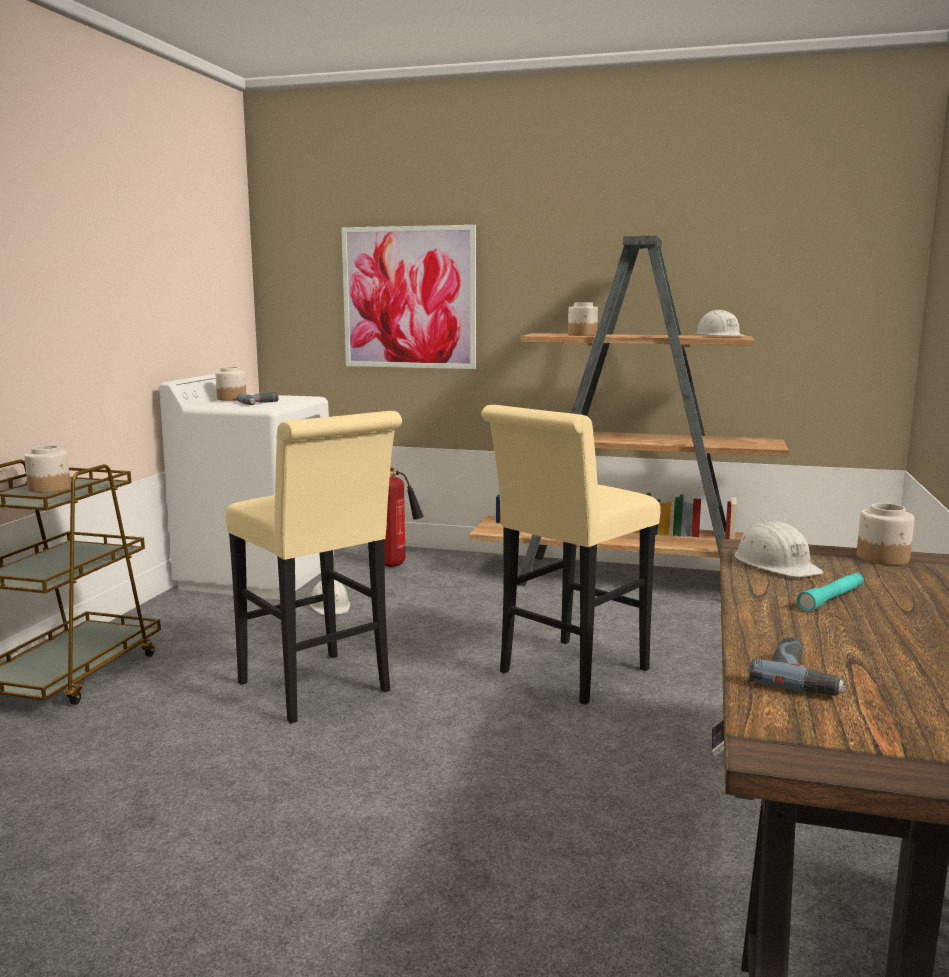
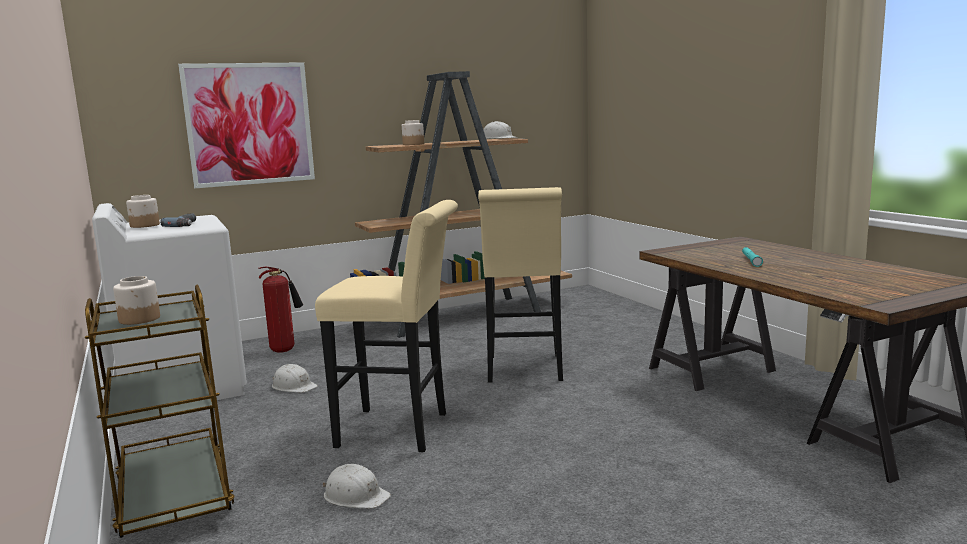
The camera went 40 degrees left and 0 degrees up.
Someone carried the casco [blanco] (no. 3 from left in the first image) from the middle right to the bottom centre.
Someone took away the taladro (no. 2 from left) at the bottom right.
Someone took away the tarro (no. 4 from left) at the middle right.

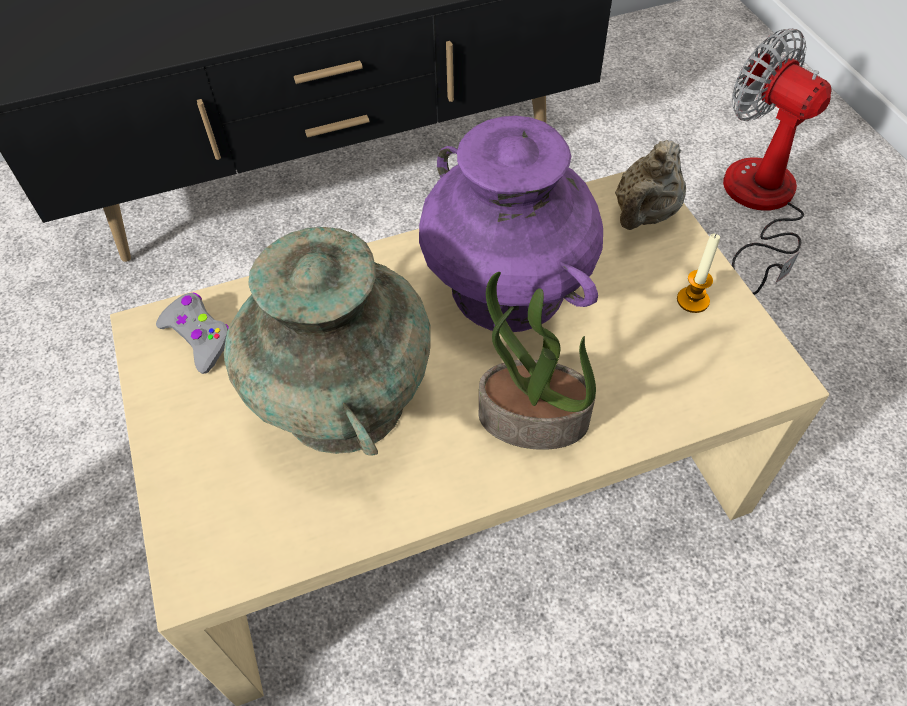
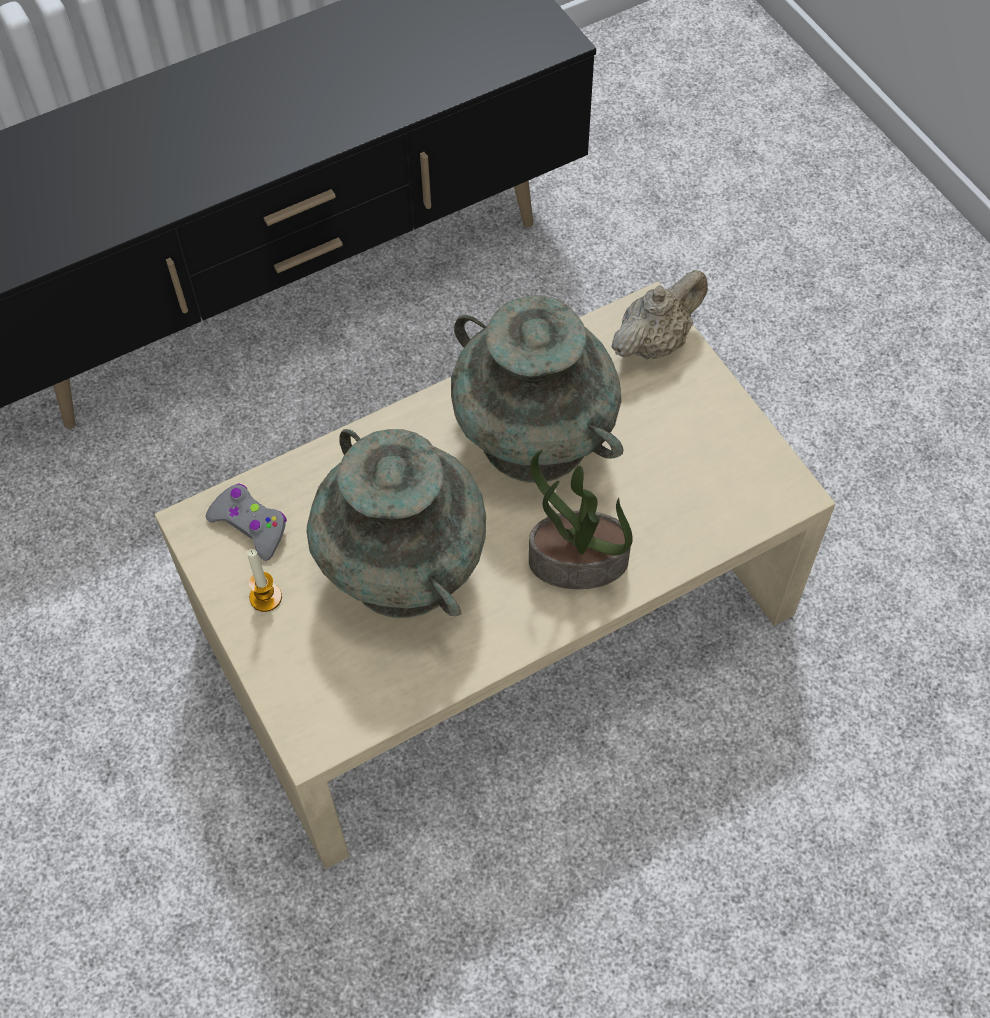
The camera went 10 degrees left and 5 degrees up.
Someone carried the vela from the middle right to the middle left.
Someone repainted the florero [morado] at the top centre, which became the florero [turquesa] (no. 2 from left) at the centre.
Someone rotated the tetera [beis] at the top right by 150 degrees counterclockwise.
Someone took away the ventilador at the top right.

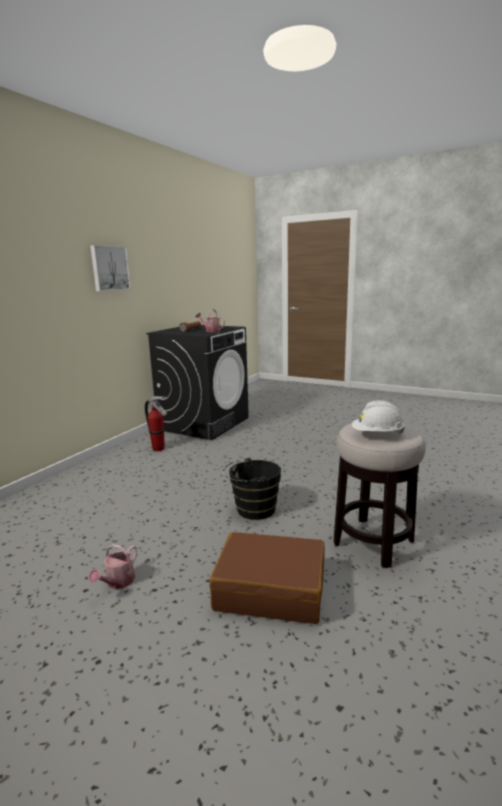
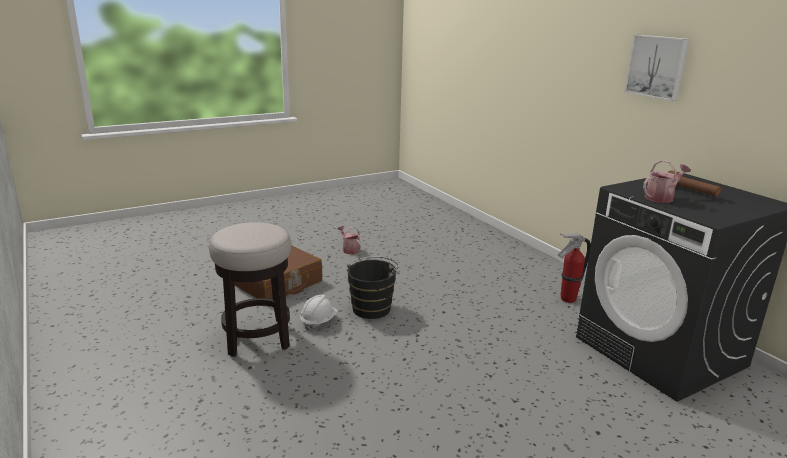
The camera went 120 degrees right and 5 degrees up.
Someone carried the casco [blanco] from the middle right to the bottom centre.

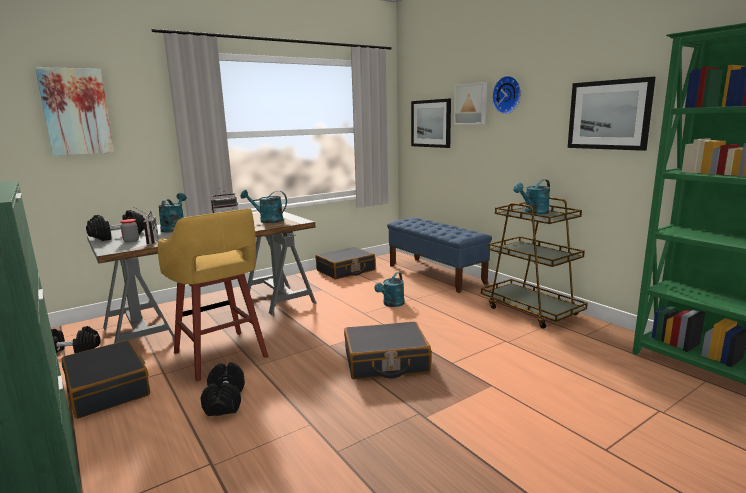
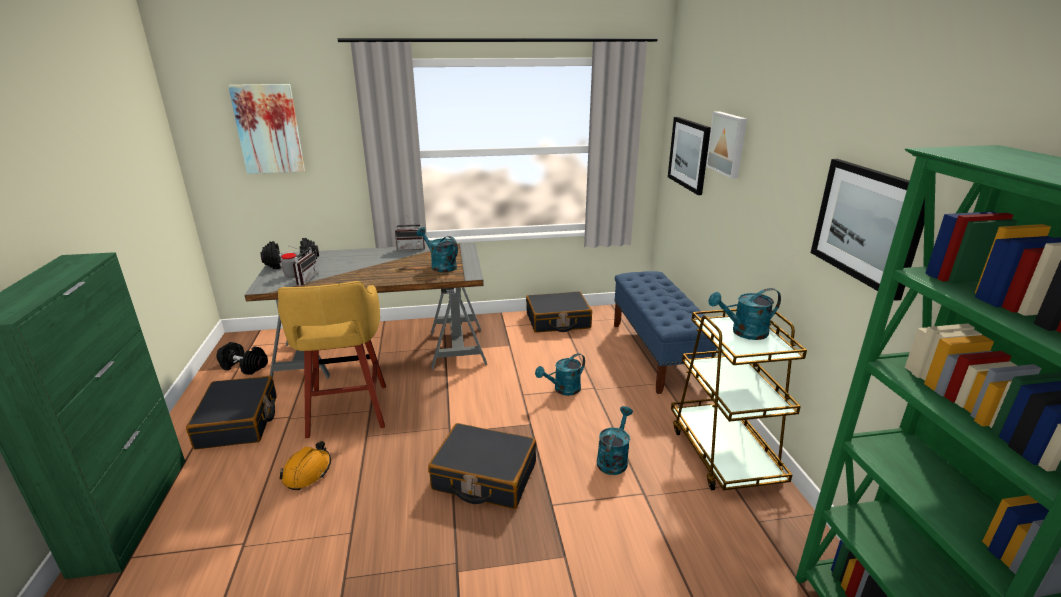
The camera went 25 degrees right and 10 degrees up.
Someone swapped the mancuerna [negro] (no. 3 from left) at the bottom left for the casco [naranja] at the bottom left.
Someone carried the regadera [turquesa] (no. 1 from left in the first image) from the middle left to the bottom centre.
Someone took away the reloj de pared at the top right.

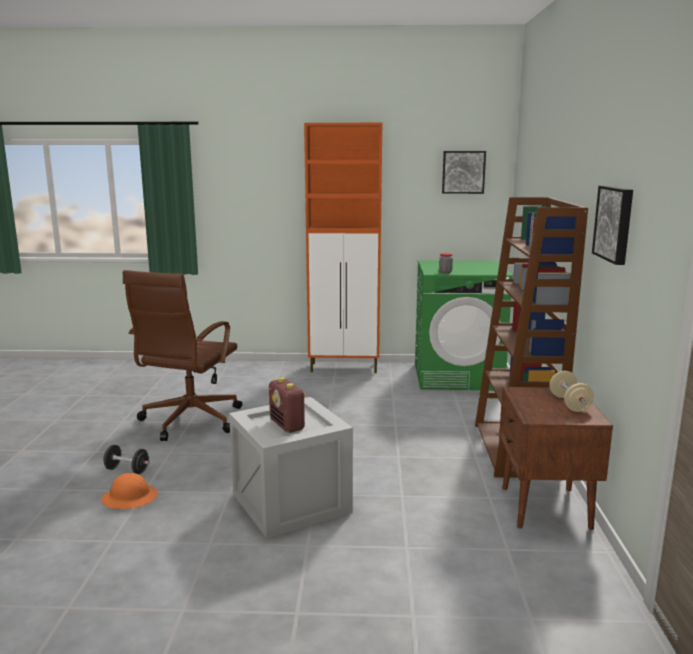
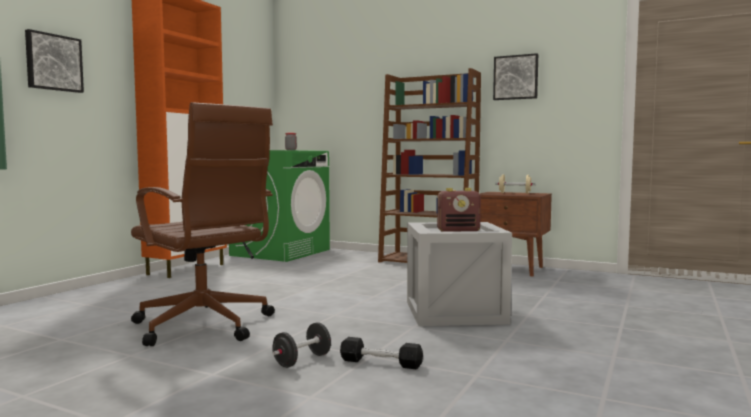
The camera went 65 degrees left and 10 degrees down.
Someone carried the cuadro (no. 1 from left) from the top right to the top left.
Someone swapped the casco [naranja] at the bottom left for the mancuerna [negro] (no. 2 from left) at the bottom centre.

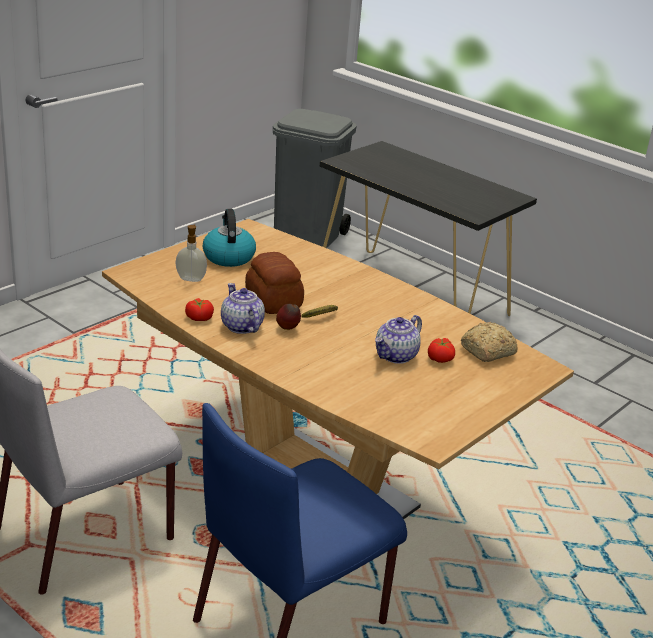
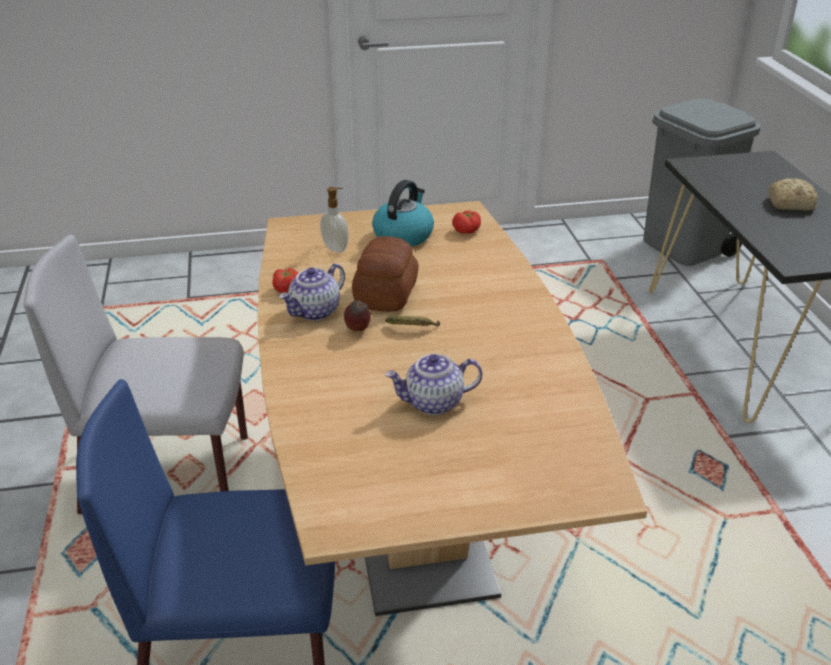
The camera went 40 degrees right and 5 degrees up.
Someone rotated the tetera (no. 1 from left) at the centre by 150 degrees counterclockwise.
Someone carried the tomate (no. 2 from left) from the middle right to the centre.
Someone carried the pan (no. 2 from left) from the middle right to the top right.

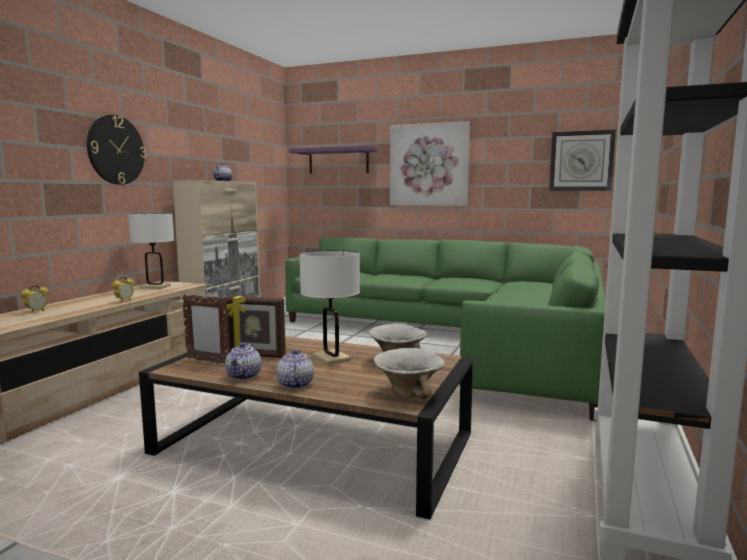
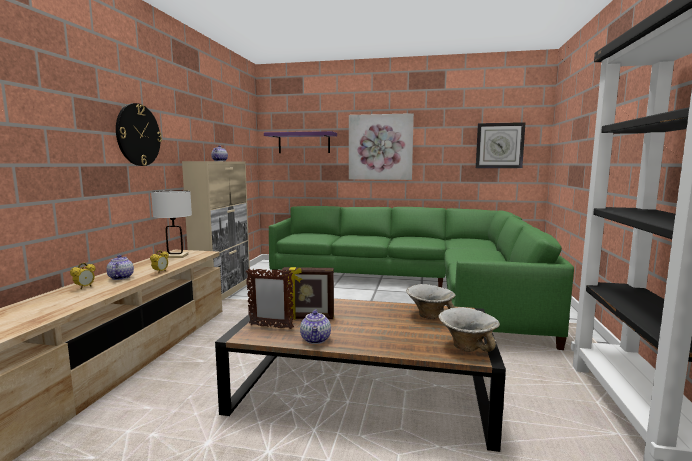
The camera went 10 degrees left and 0 degrees up.
Someone carried the tetera (no. 3 from left in the first image) from the centre to the middle left.
Someone took away the lámpara de mesa [blanco] (no. 2 from left) at the centre.

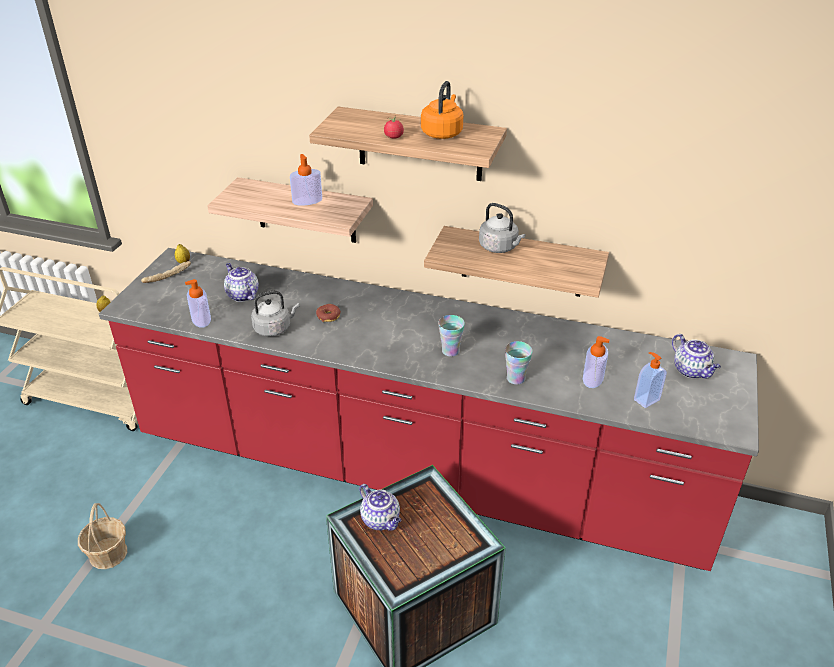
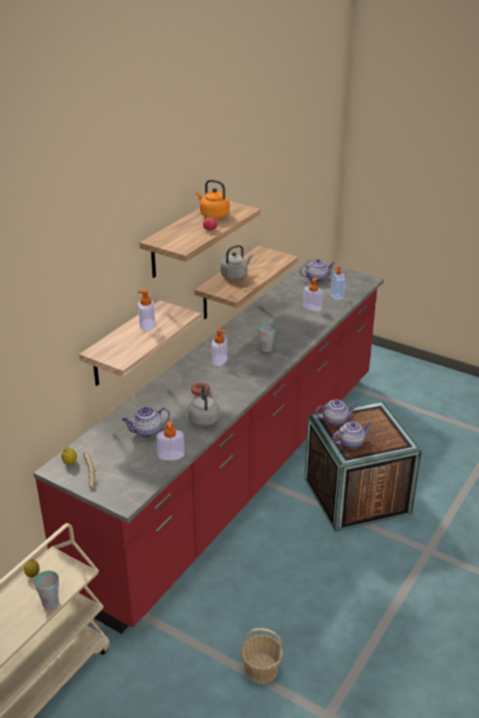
The camera went 75 degrees left and 5 degrees down.
Someone carried the taza (no. 2 from left in the first image) from the centre to the bottom left.
Someone put down the dispensador de jabón (no. 3 from left) at the centre.
Someone put down the tetera (no. 3 from left) at the middle right.

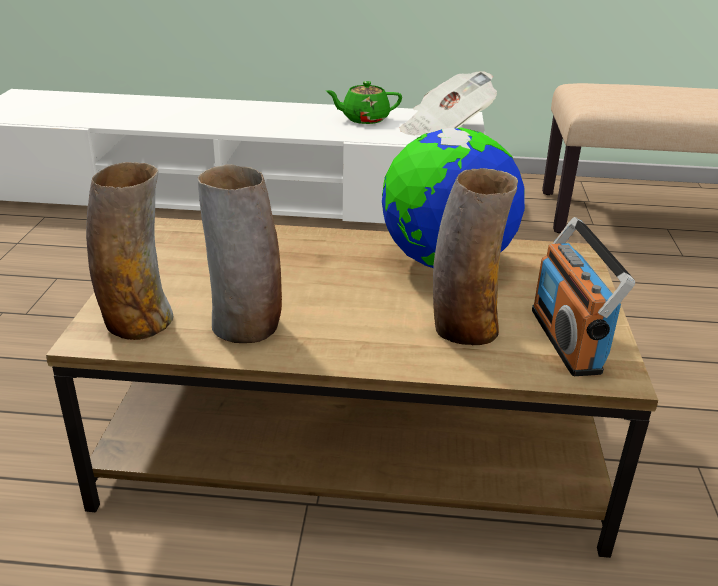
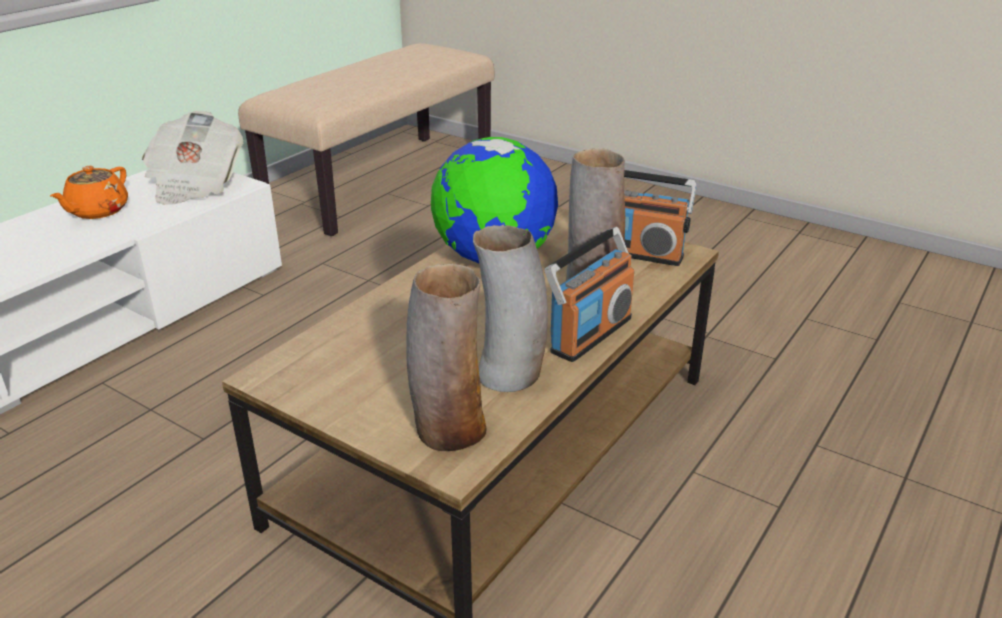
The camera went 60 degrees left and 0 degrees up.
Someone repainted the tetera [verde] at the top centre, which became the tetera [naranja] at the top left.
Someone put down the radio (no. 1 from left) at the centre.

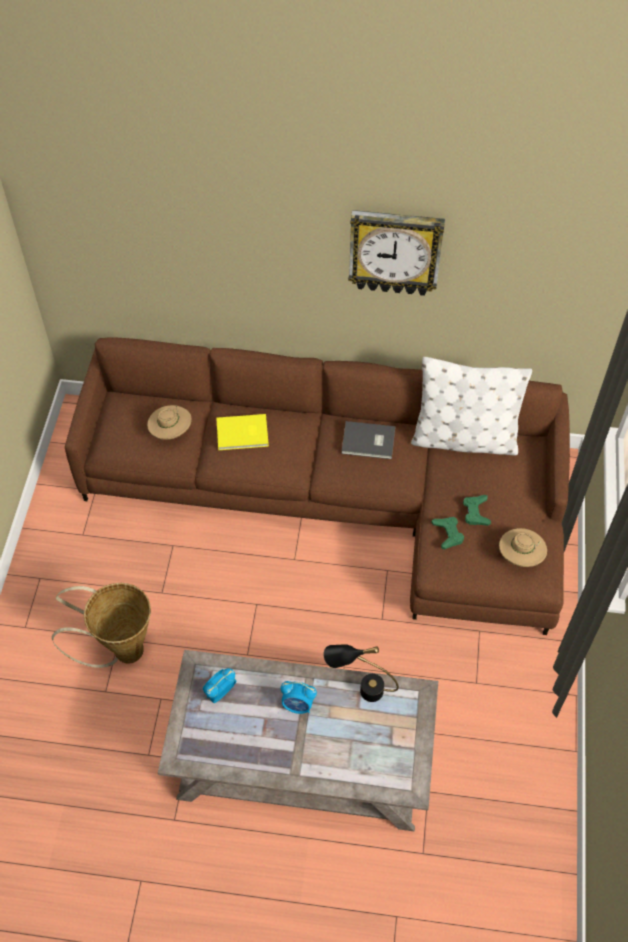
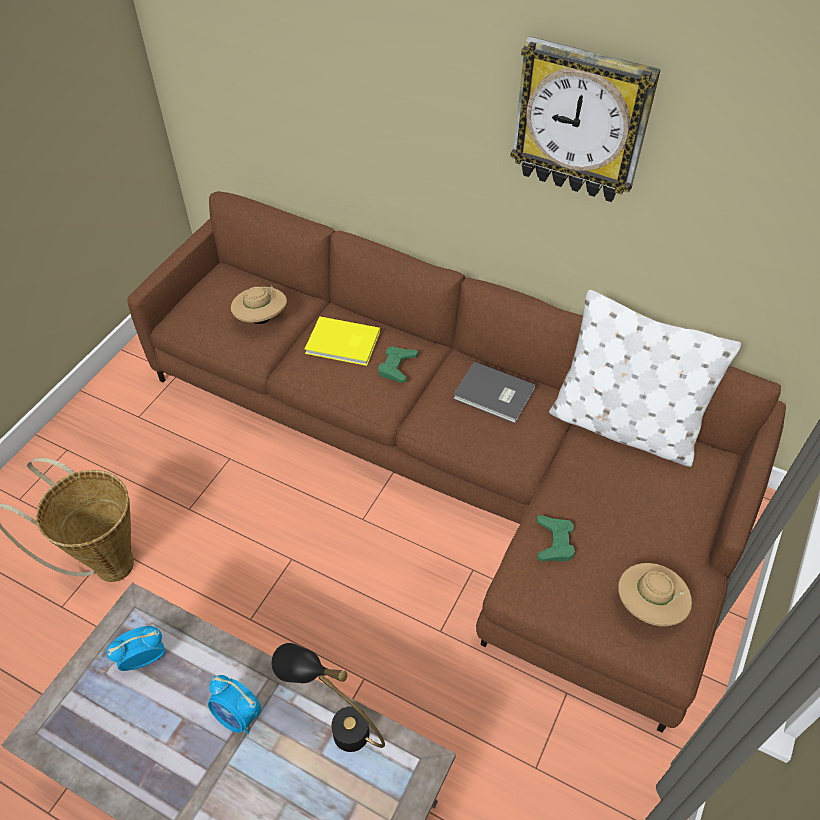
The camera went 20 degrees right and 5 degrees down.
Someone carried the mando de consola [verde] (no. 2 from left in the first image) from the middle right to the centre.

